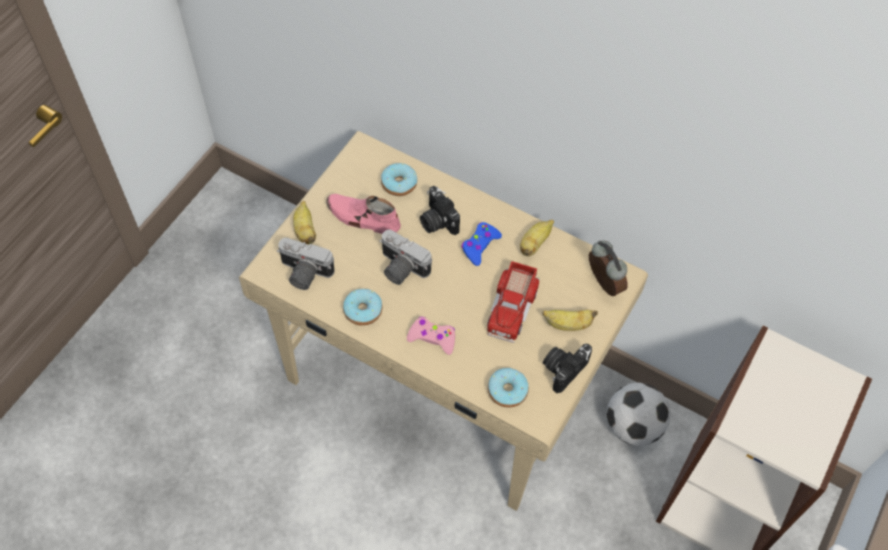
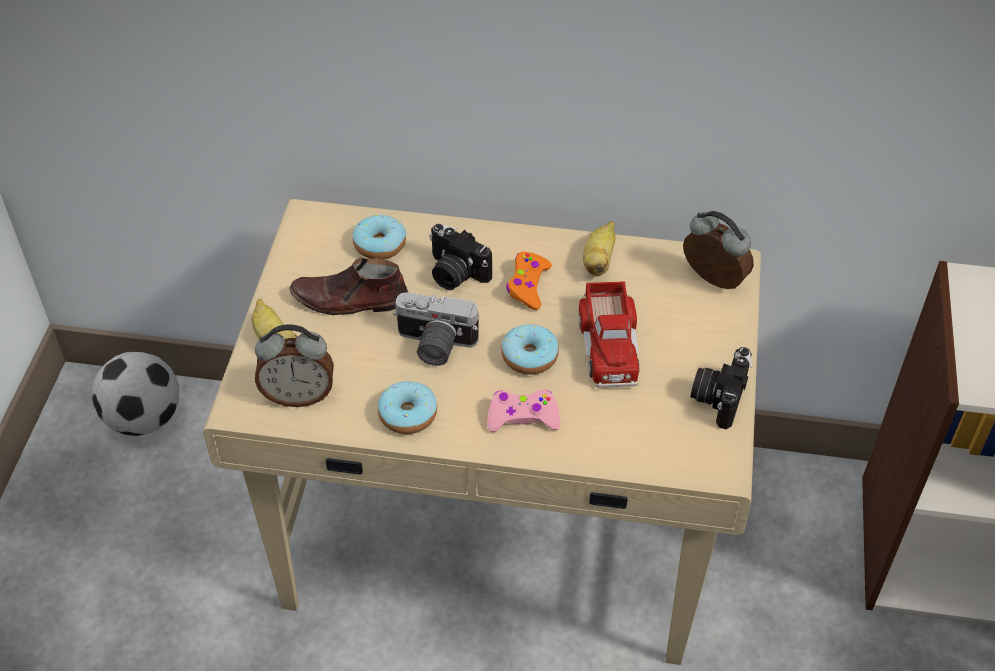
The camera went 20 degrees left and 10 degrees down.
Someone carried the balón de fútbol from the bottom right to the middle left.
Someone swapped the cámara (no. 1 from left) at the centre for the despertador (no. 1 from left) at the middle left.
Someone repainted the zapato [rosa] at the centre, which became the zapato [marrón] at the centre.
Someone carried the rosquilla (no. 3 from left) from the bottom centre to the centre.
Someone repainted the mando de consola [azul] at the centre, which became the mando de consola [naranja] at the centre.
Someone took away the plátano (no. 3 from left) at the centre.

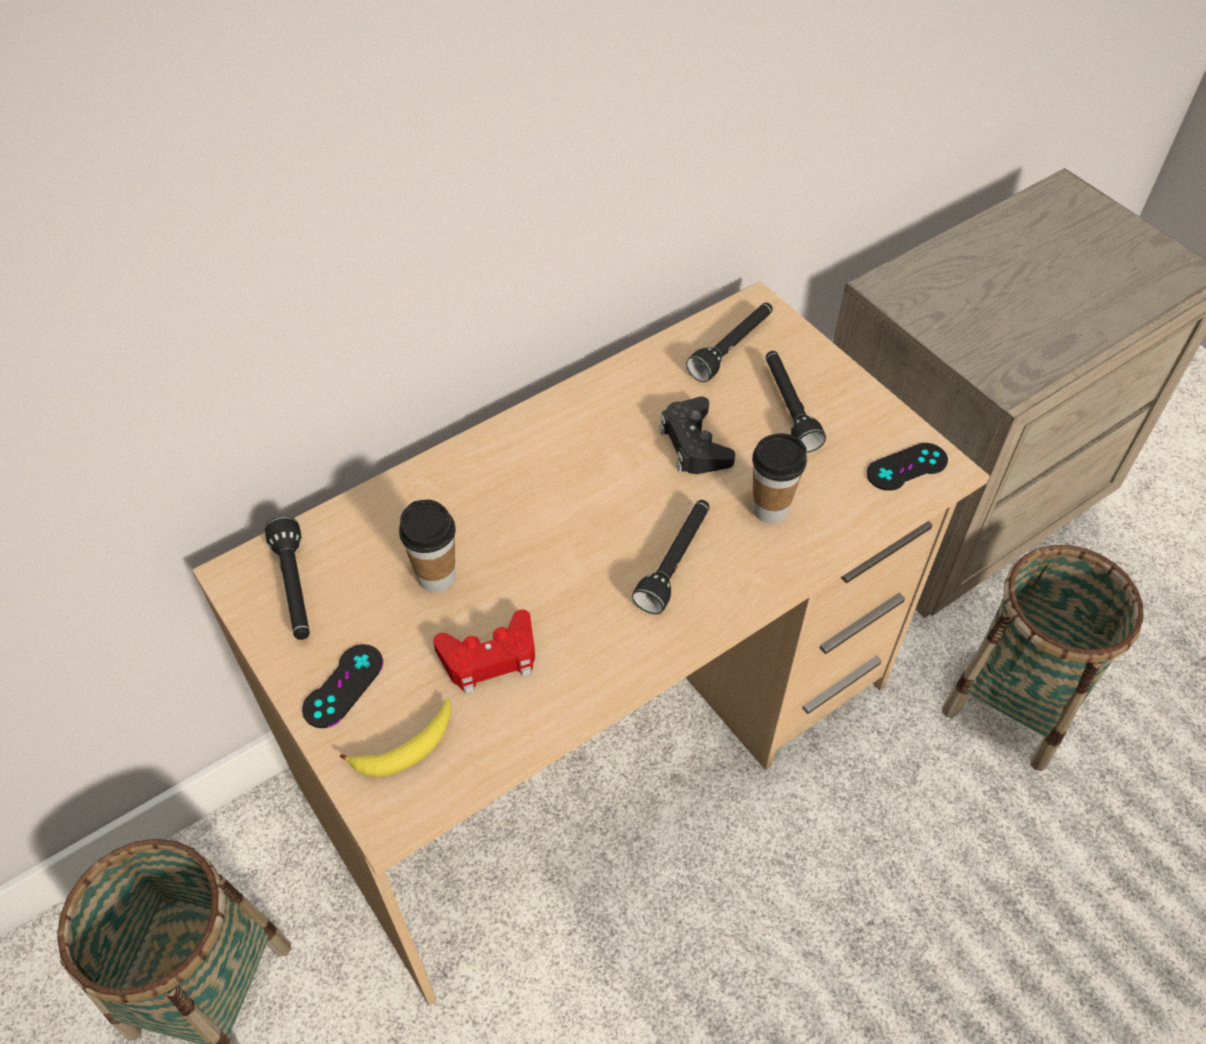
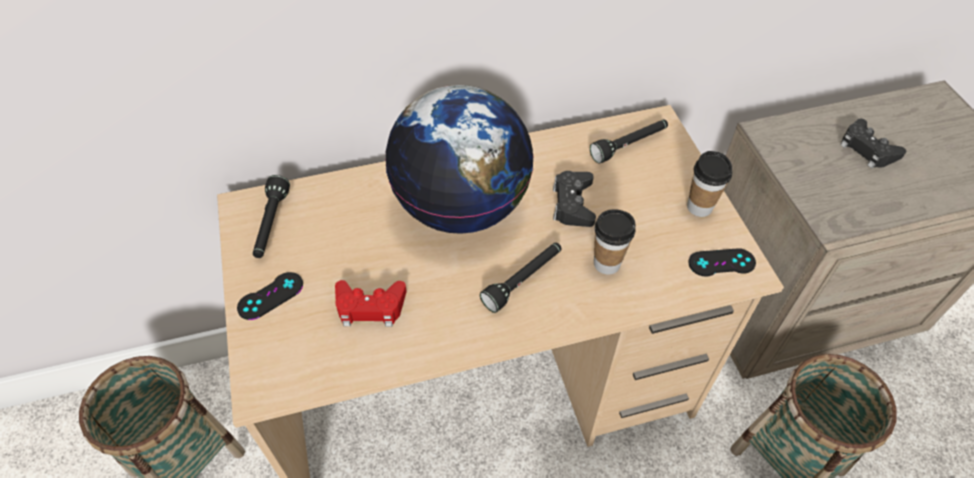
The camera went 20 degrees right and 0 degrees up.
Someone put down the globo terráqueo at the top centre.
Someone carried the taza (no. 1 from left in the first image) from the centre to the middle right.
Someone put down the mando de consola [negro] (no. 4 from left) at the top right.
Someone took away the plátano at the bottom left.
Someone took away the linterna [negro] (no. 4 from left) at the centre.

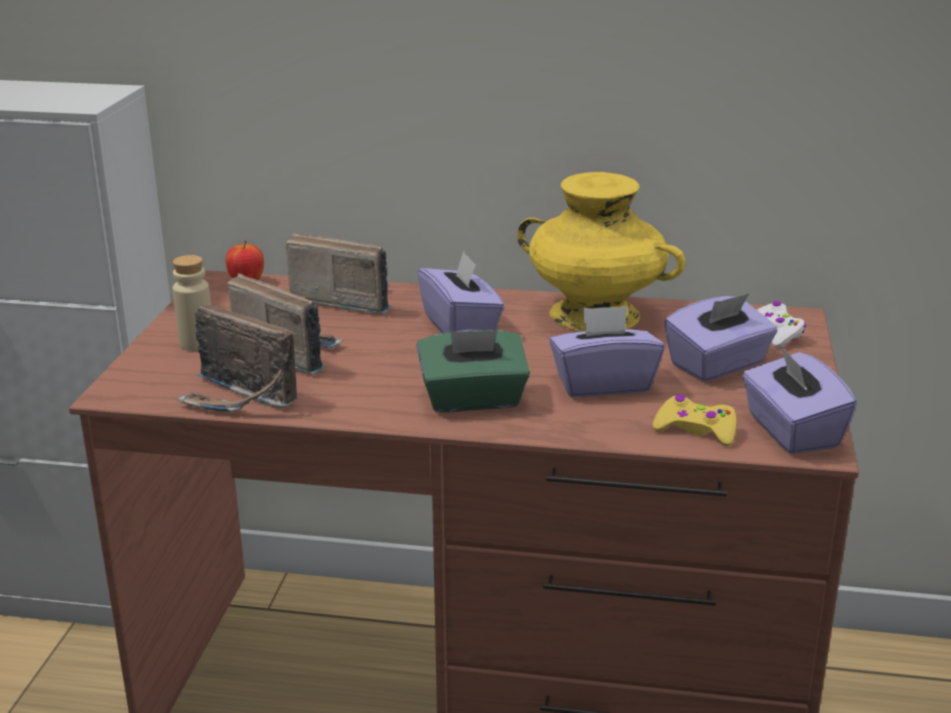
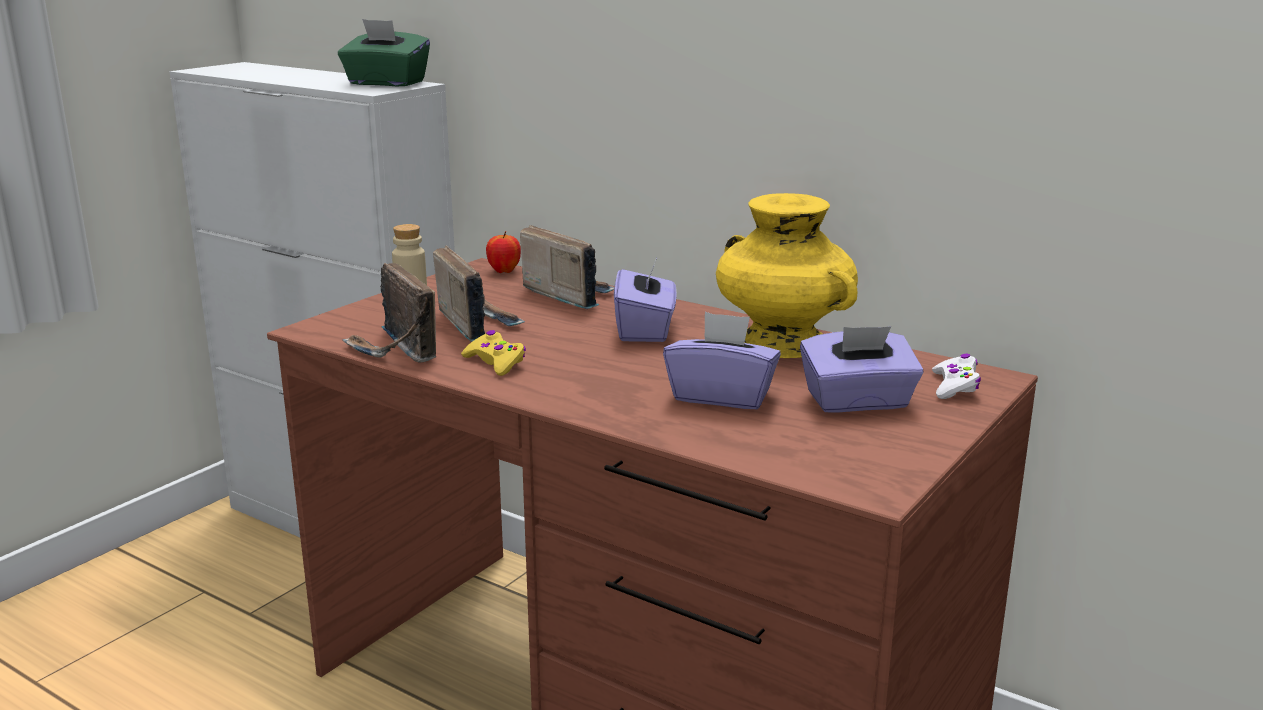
The camera went 25 degrees right and 5 degrees down.
Someone carried the caja de pañuelos [verde] from the centre to the top left.
Someone carried the mando de consola [amarillo] from the middle right to the centre.
Someone took away the caja de pañuelos [morado] (no. 4 from left) at the middle right.

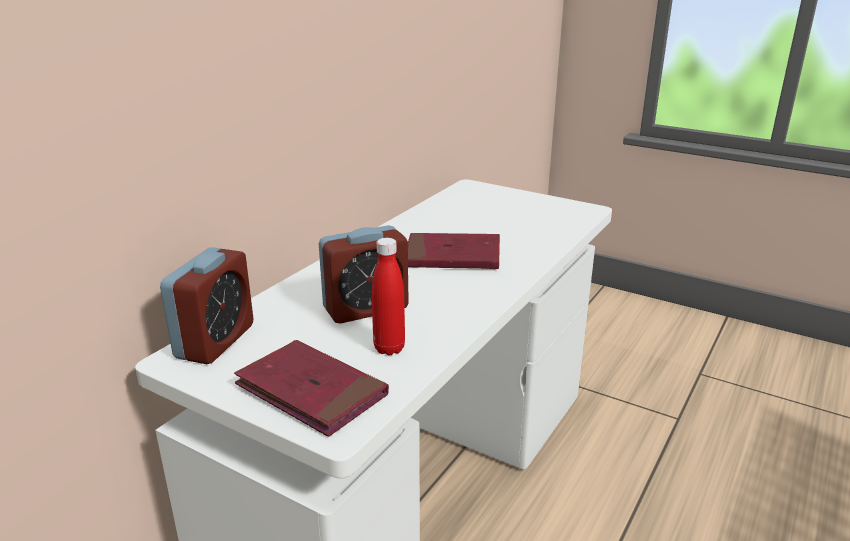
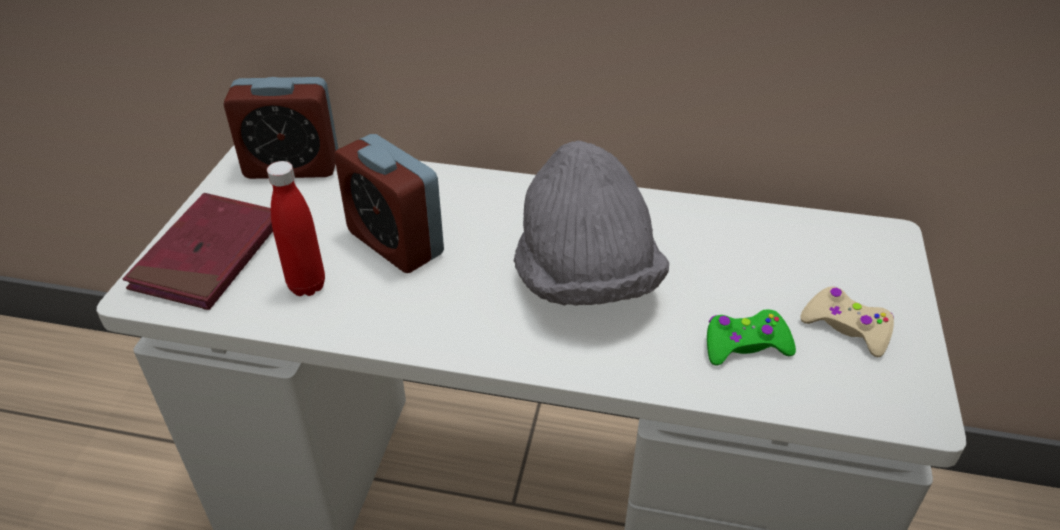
The camera went 70 degrees right and 15 degrees up.
Someone swapped the libro [rojo] (no. 2 from left) at the centre for the sombrero [gris] at the centre.
Someone put down the mando de consola [verde] at the middle right.
Someone put down the mando de consola [beis] at the middle right.

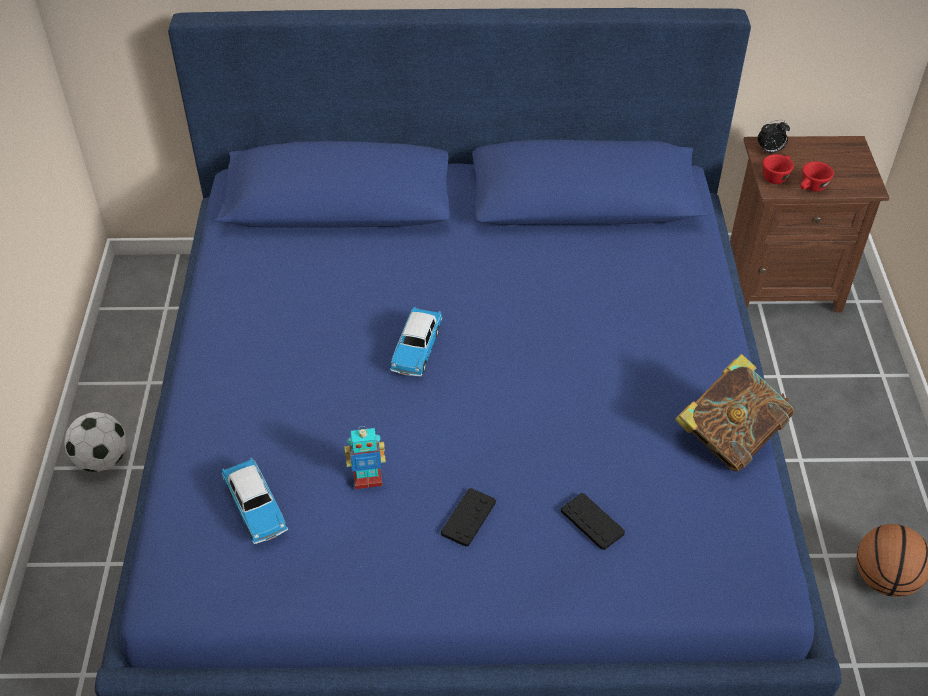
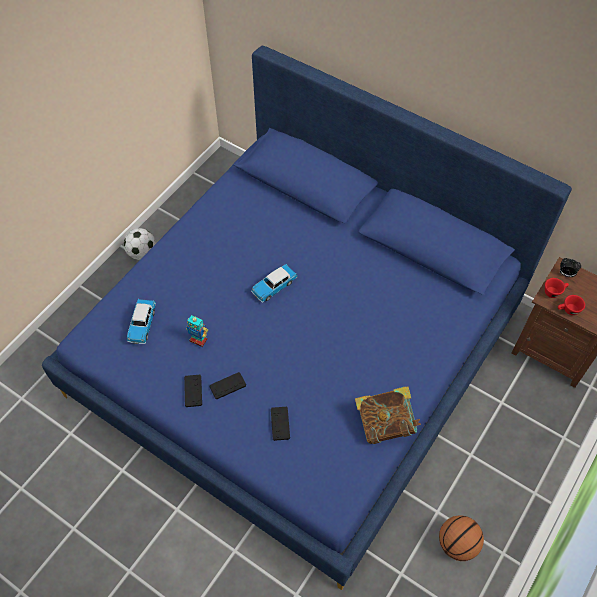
The camera went 35 degrees right and 10 degrees up.
Someone put down the mando de consola [negro] (no. 1 from left) at the middle left.

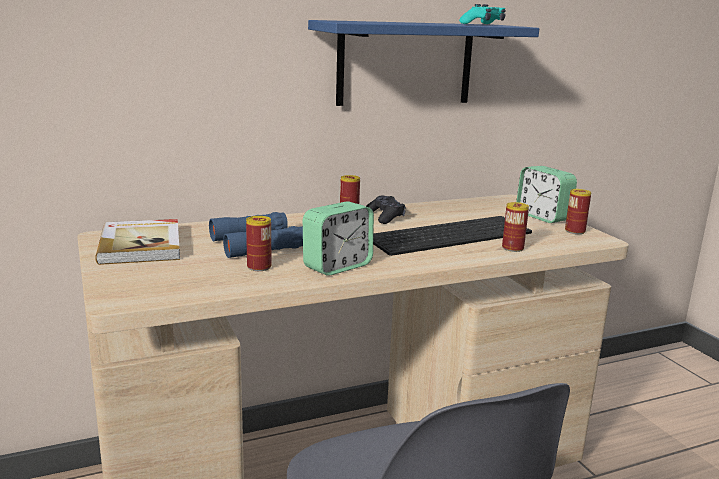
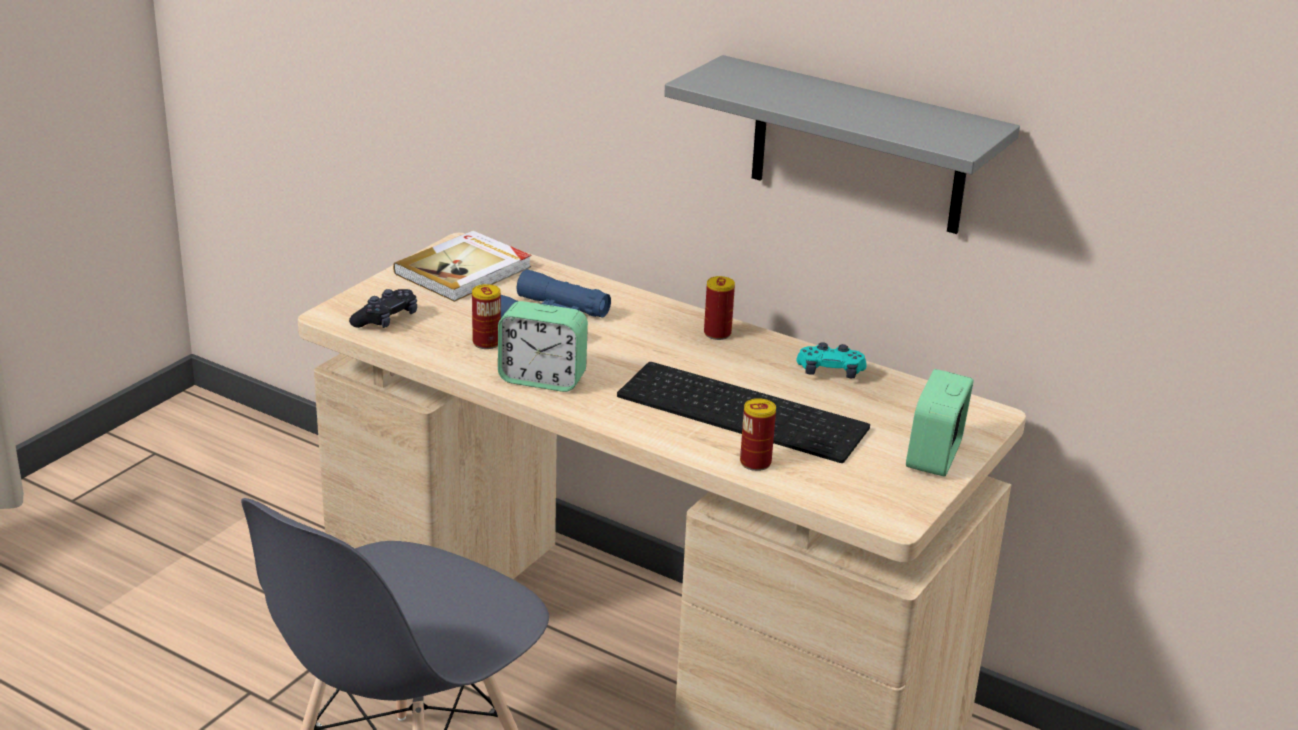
The camera went 55 degrees right and 10 degrees up.
Someone carried the mando de consola [negro] from the centre to the middle left.
Someone repainted the estante [azul] at the top centre, which became the estante [gris] at the top centre.
Someone carried the mando de consola [turquesa] from the top right to the centre.
Someone took away the lata (no. 4 from left) at the middle right.

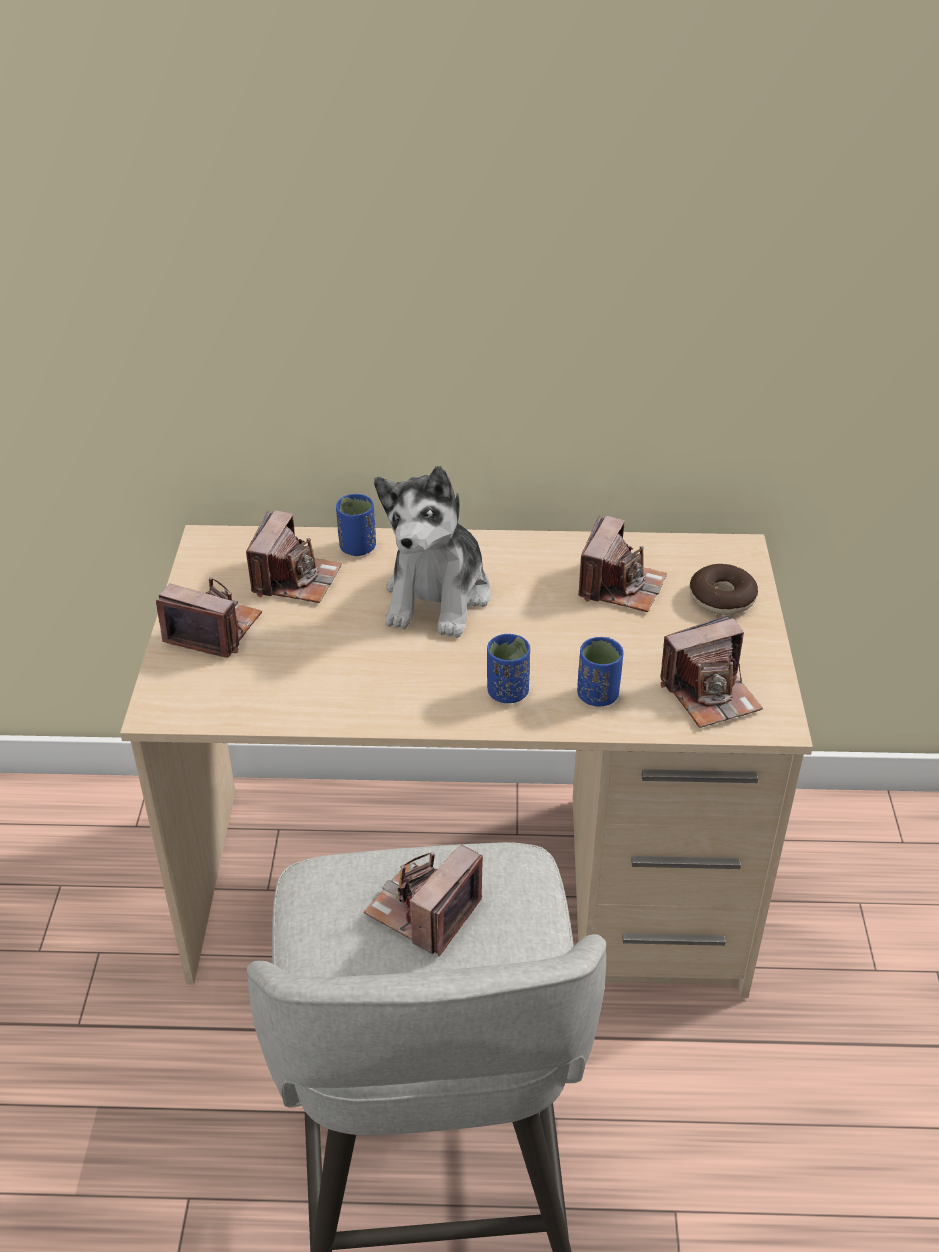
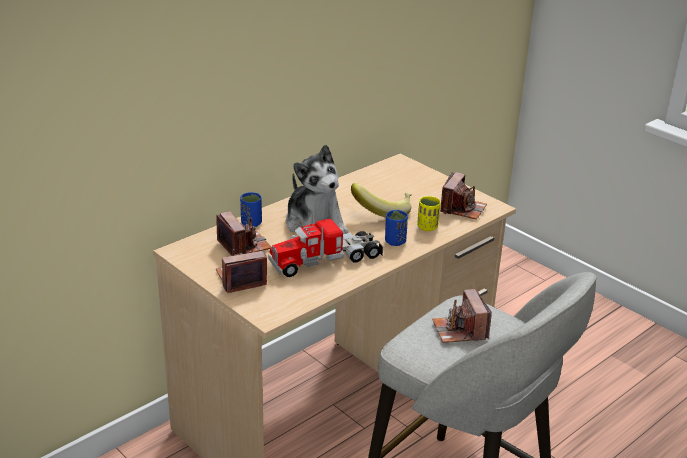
The camera went 45 degrees left and 10 degrees down.
Someone put down the camión de juguete at the centre.
Someone put down the plátano at the centre.
Someone repainted the taza [azul] (no. 3 from left) at the centre, which became the taza [amarillo] at the centre.
Someone took away the cámara (no. 4 from left) at the centre.
Someone took away the rosquilla at the middle right.

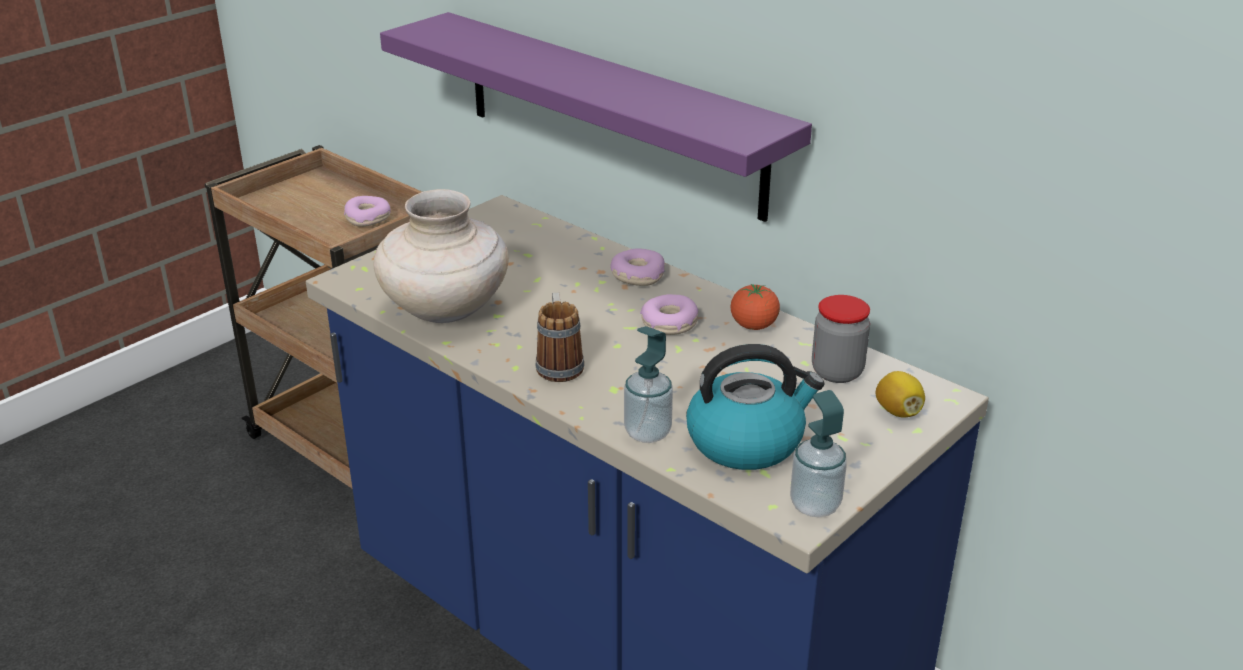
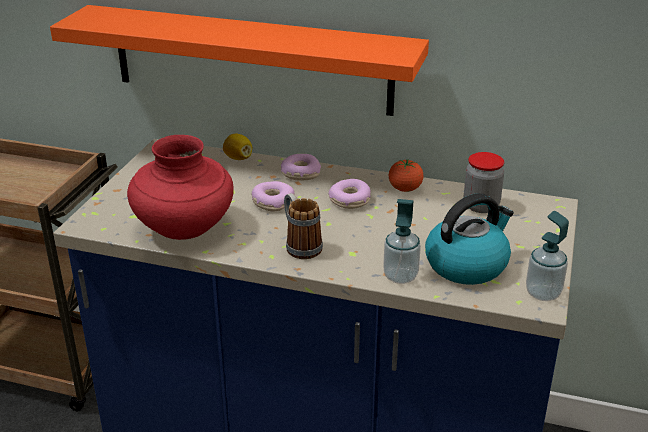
The camera went 25 degrees left and 0 degrees up.
Someone repainted the estante [morado] at the top centre, which became the estante [naranja] at the top centre.
Someone repainted the florero [beis] at the centre, which became the florero [rojo] at the middle left.
Someone carried the limón from the middle right to the centre.
Someone carried the rosquilla (no. 1 from left) from the top left to the centre.

